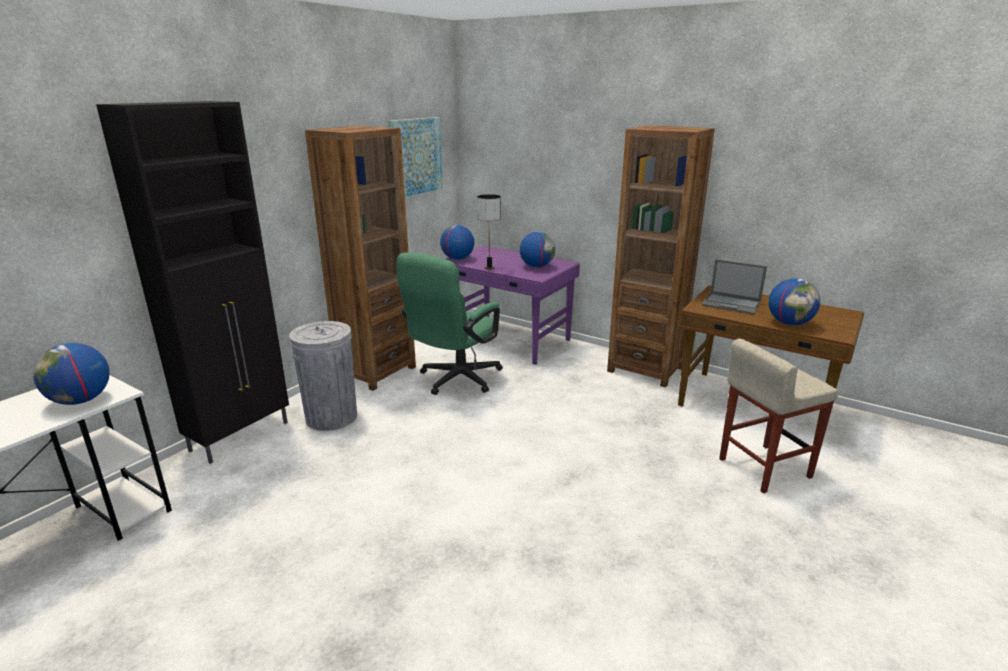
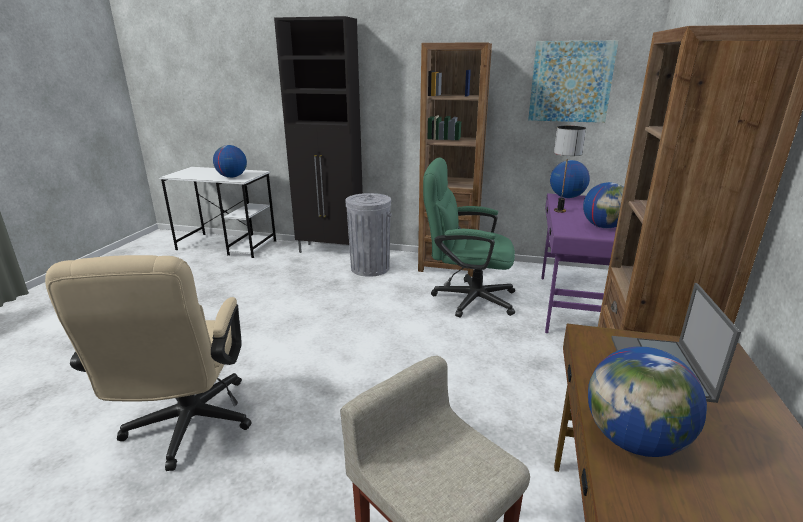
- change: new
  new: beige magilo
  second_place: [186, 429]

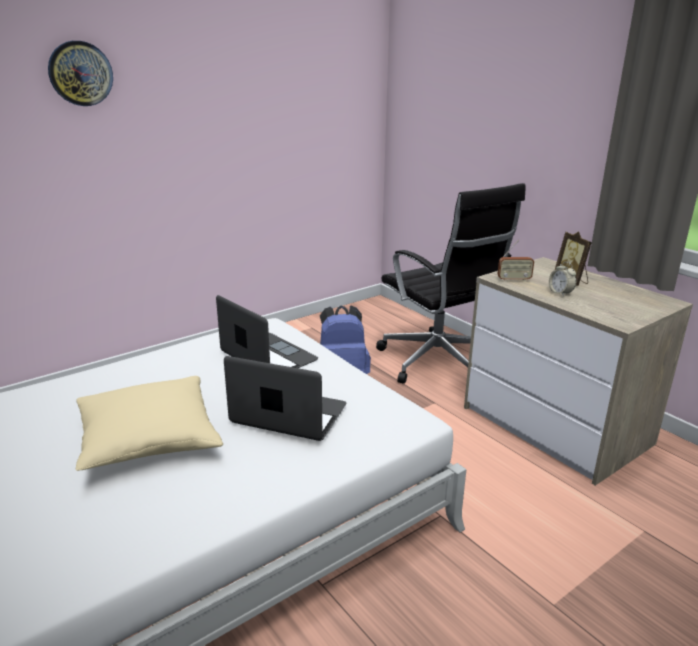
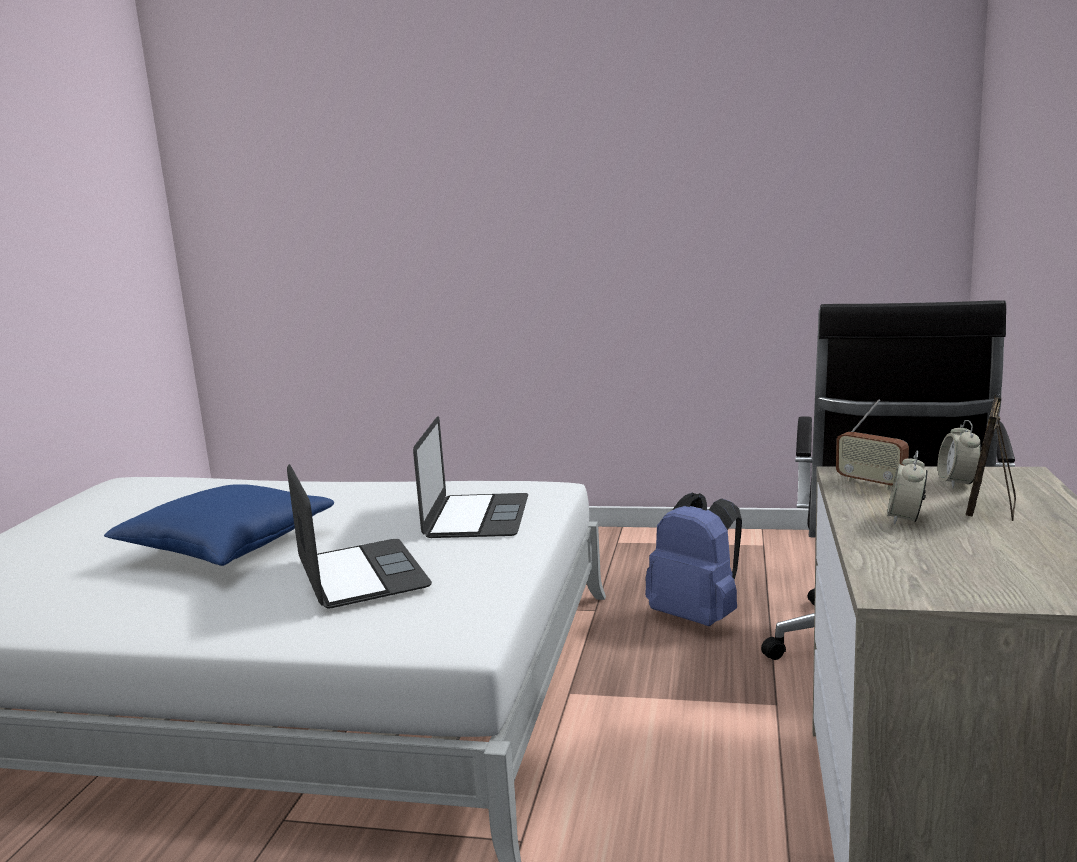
- change: gone
  old: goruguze
  first_place: [80, 73]
- change: repainted
  old: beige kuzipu
  new: blue kuzipu
  first_place: [148, 439]
  second_place: [227, 547]
- change: new
  new: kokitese
  second_place: [957, 483]

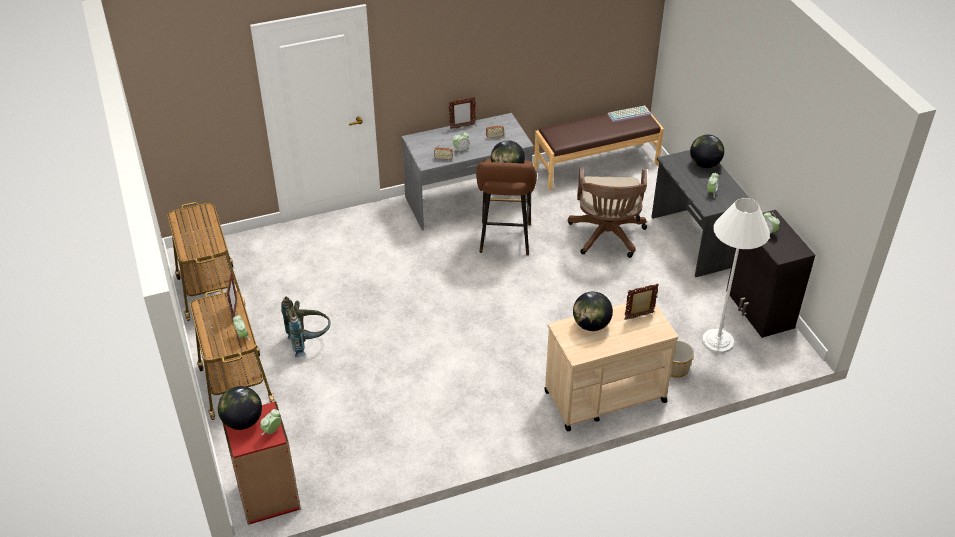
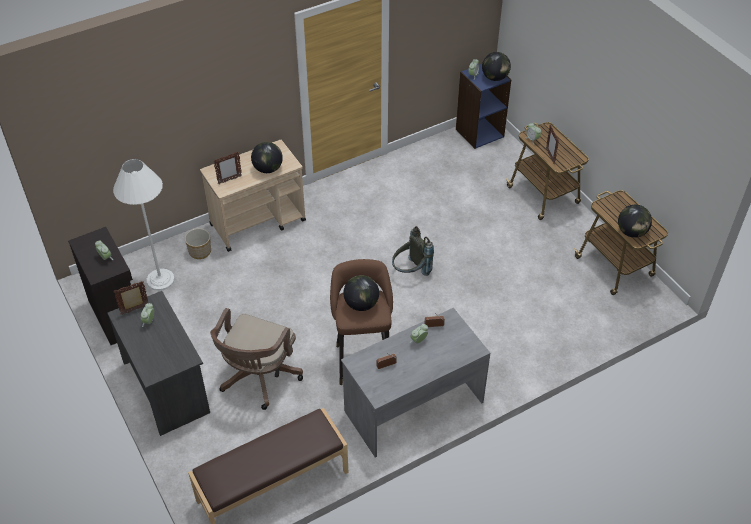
- change: repainted
  old: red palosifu
  new: blue palosifu
  first_place: [268, 497]
  second_place: [479, 132]
- change: shifted
  old: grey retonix
  first_place: [309, 341]
  second_place: [410, 272]
- change: shifted
  old: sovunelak
  first_place: [462, 126]
  second_place: [135, 310]
- change: rotated
  old: brown magilo
  first_place: [607, 237]
  second_place: [258, 378]
  degrees: -150
- change: gone
  old: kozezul
  first_place: [629, 114]
- change: shifted
  old: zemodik
  first_place: [704, 164]
  second_place: [631, 232]

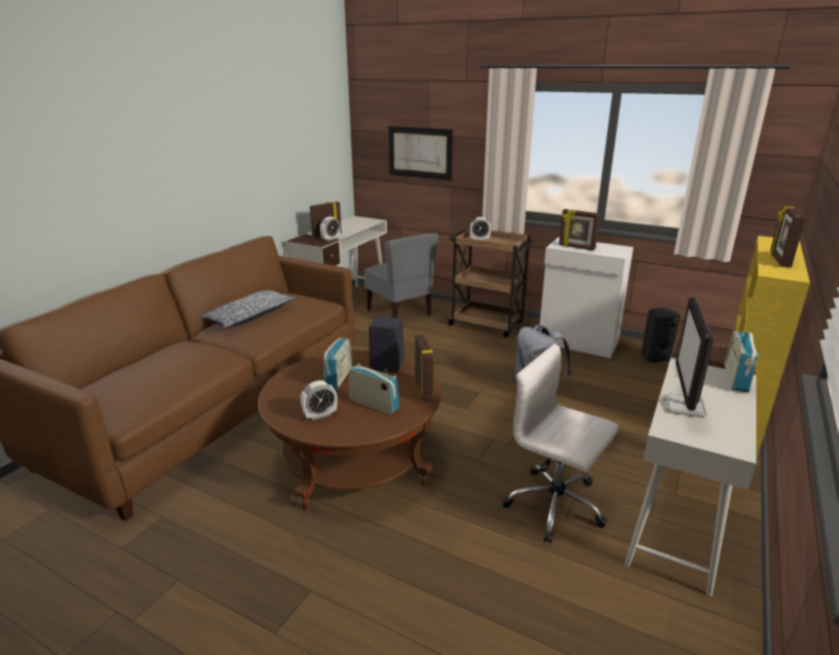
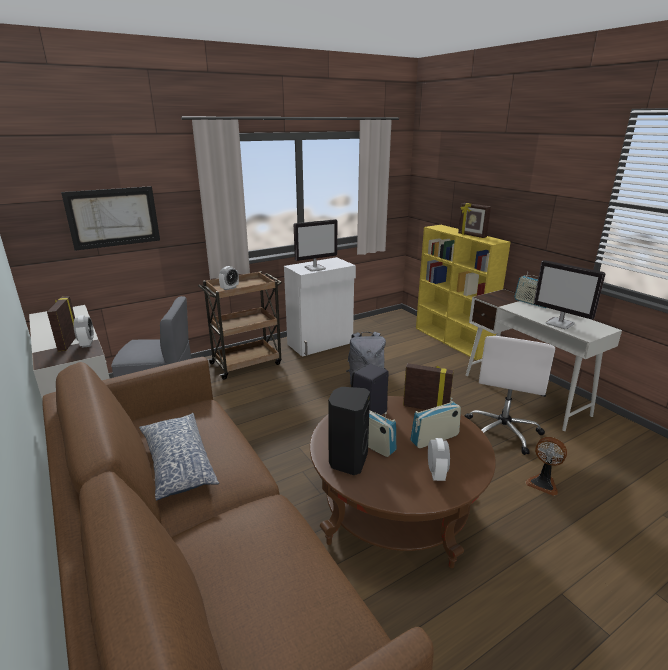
- change: rotated
  old: white magilo
  first_place: [556, 505]
  second_place: [502, 431]
  degrees: -45
- change: swapped
  old: sovunelak
  new: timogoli
  first_place: [576, 247]
  second_place: [315, 268]
- change: shifted
  old: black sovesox
  first_place: [654, 357]
  second_place: [347, 461]
- change: new
  new: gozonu
  second_place: [543, 483]

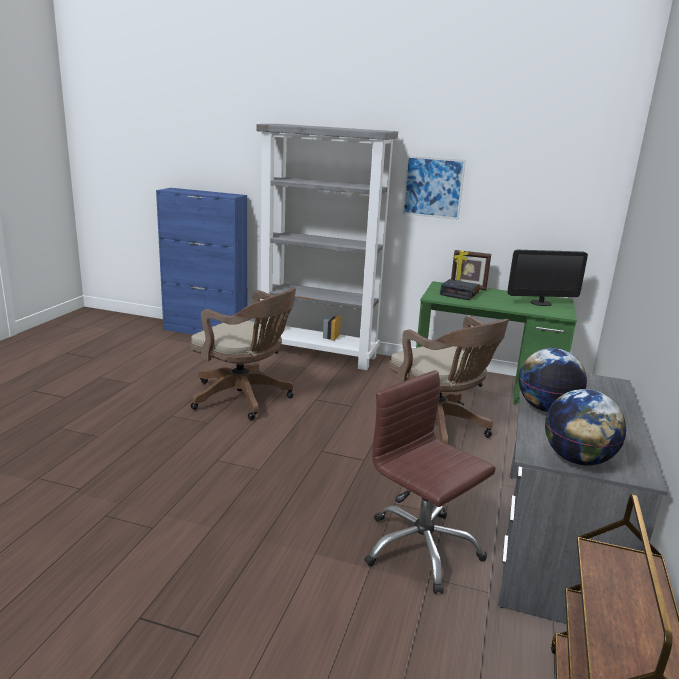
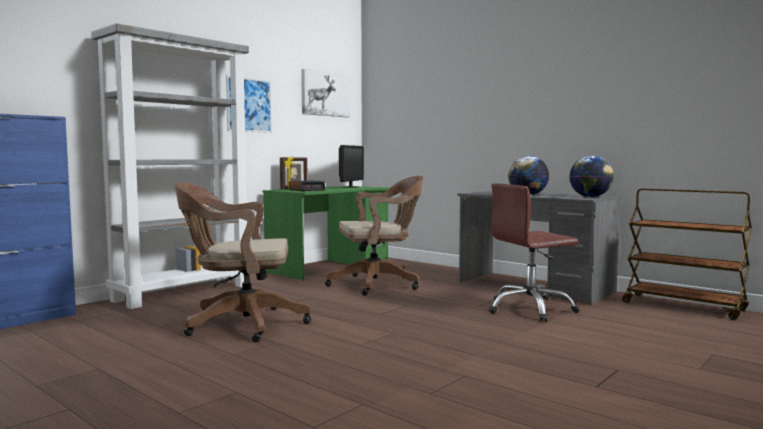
- change: rotated
  old: brown magilo
  first_place: [245, 398]
  second_place: [240, 324]
  degrees: -150
- change: new
  new: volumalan
  second_place: [325, 94]

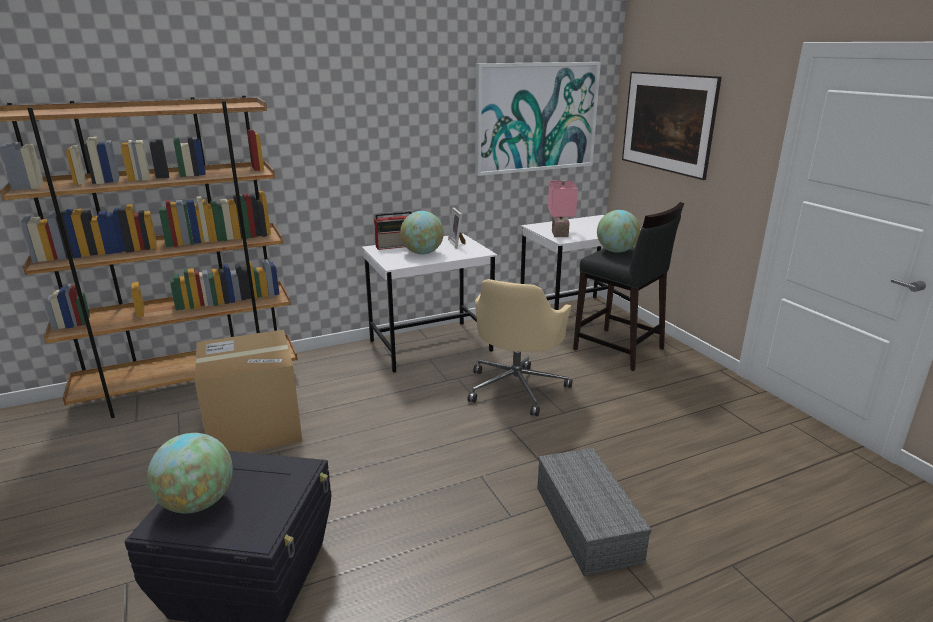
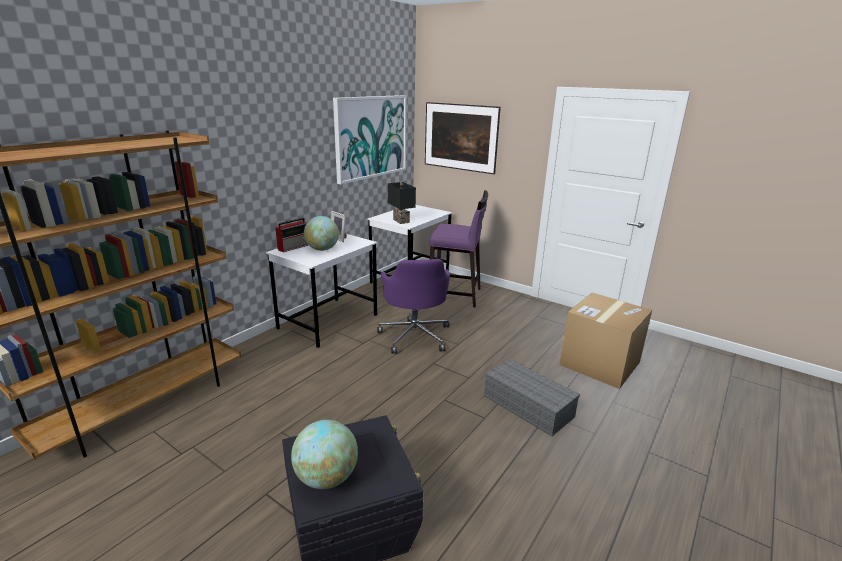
- change: shifted
  old: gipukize
  first_place: [254, 427]
  second_place: [599, 363]
- change: repainted
  old: beige magilo
  new: purple magilo
  first_place: [517, 387]
  second_place: [415, 335]
- change: repainted
  old: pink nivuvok
  new: black nivuvok
  first_place: [561, 234]
  second_place: [402, 221]
- change: repainted
  old: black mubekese
  new: purple mubekese
  first_place: [619, 349]
  second_place: [455, 295]
- change: gone
  old: zemodik
  first_place: [616, 251]

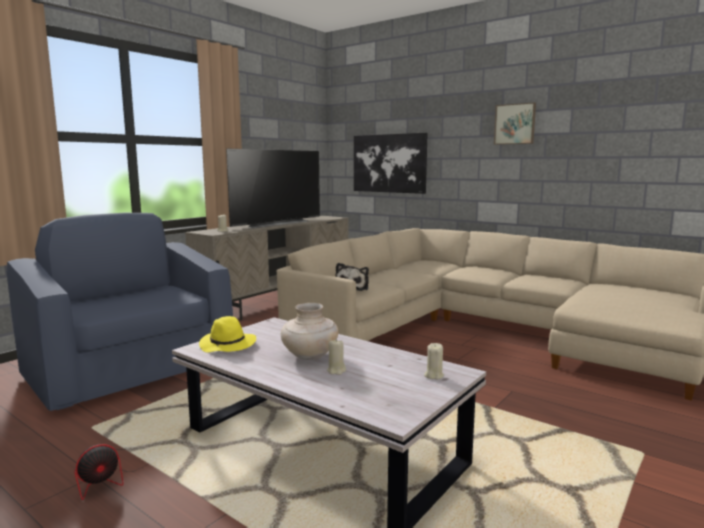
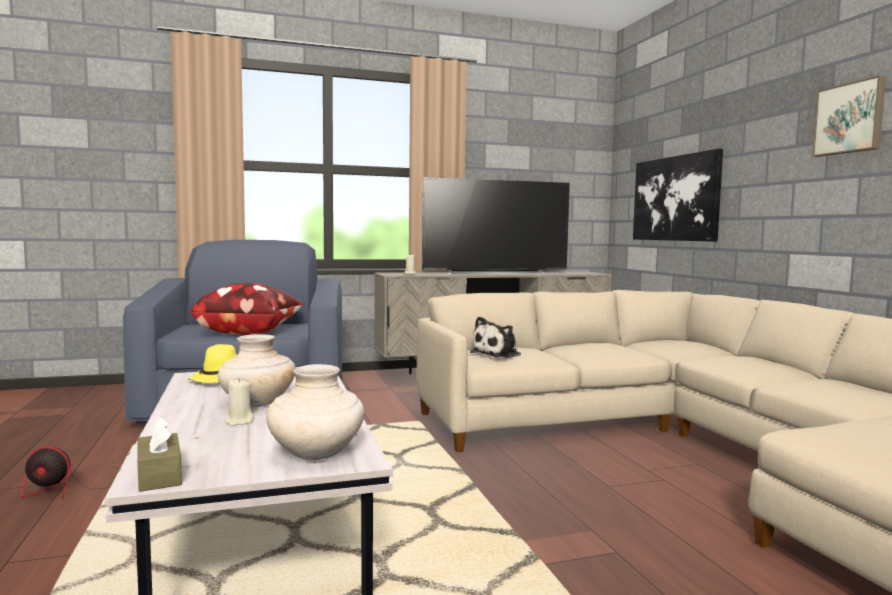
- change: swapped
  old: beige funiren
  new: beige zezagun
  first_place: [433, 375]
  second_place: [316, 454]
- change: new
  new: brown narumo
  second_place: [159, 475]
- change: new
  new: kuzipu
  second_place: [248, 333]

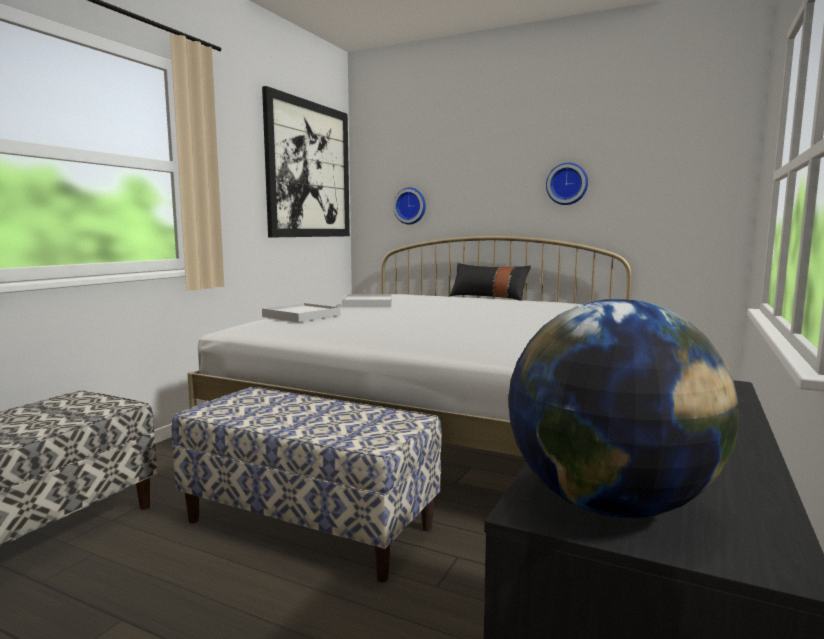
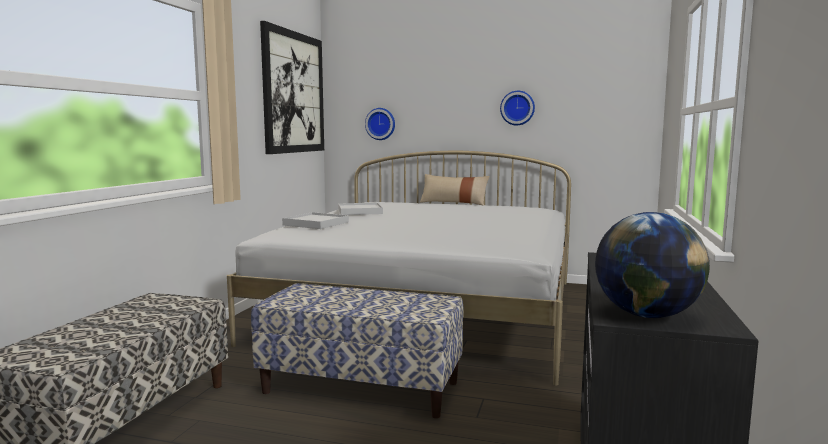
- change: repainted
  old: black kuzipu
  new: beige kuzipu
  first_place: [488, 297]
  second_place: [453, 203]

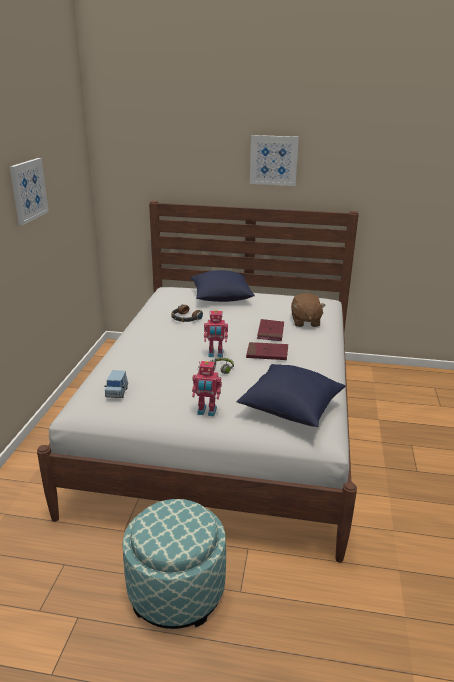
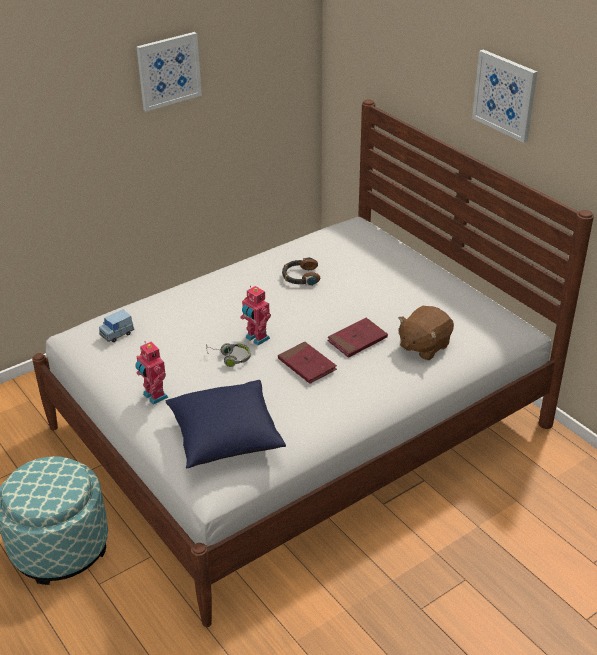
- change: gone
  old: blue kuzipu
  first_place: [221, 298]

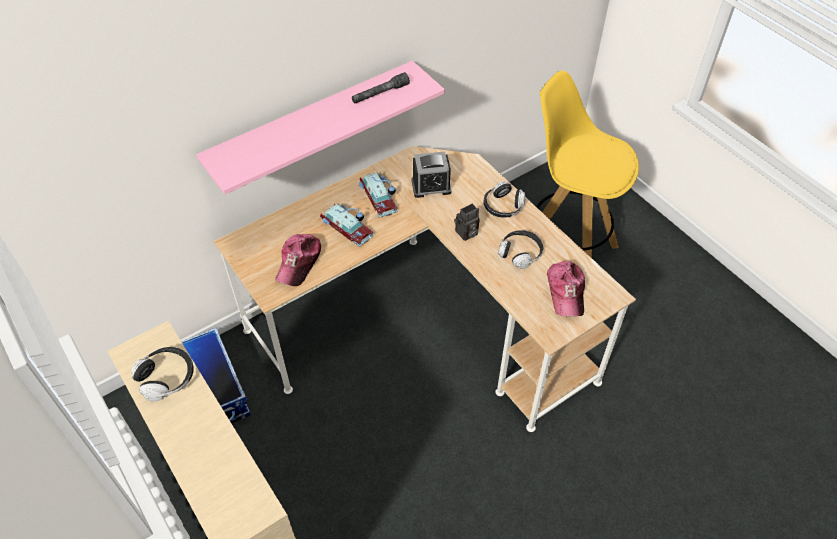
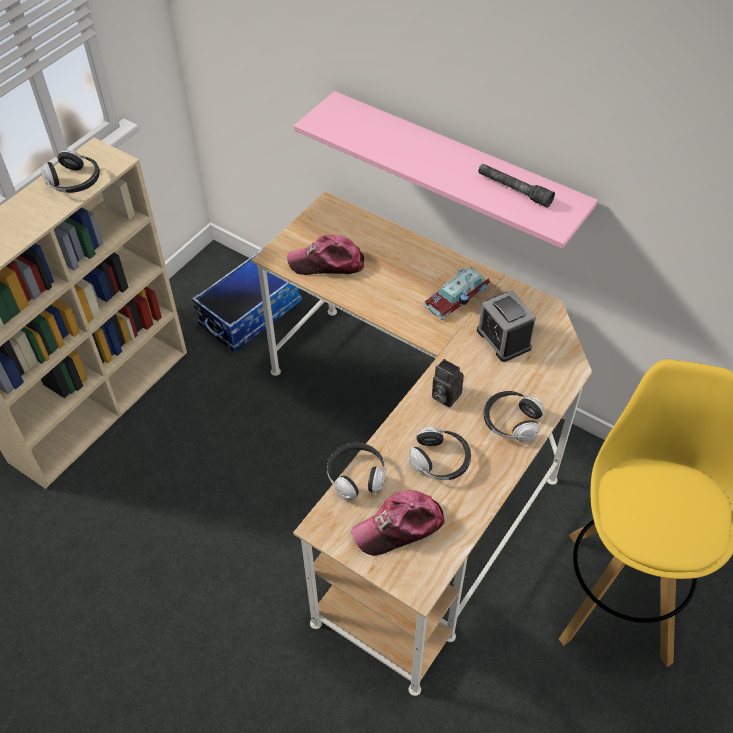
- change: gone
  old: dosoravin
  first_place: [347, 226]
- change: new
  new: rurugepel
  second_place: [356, 476]

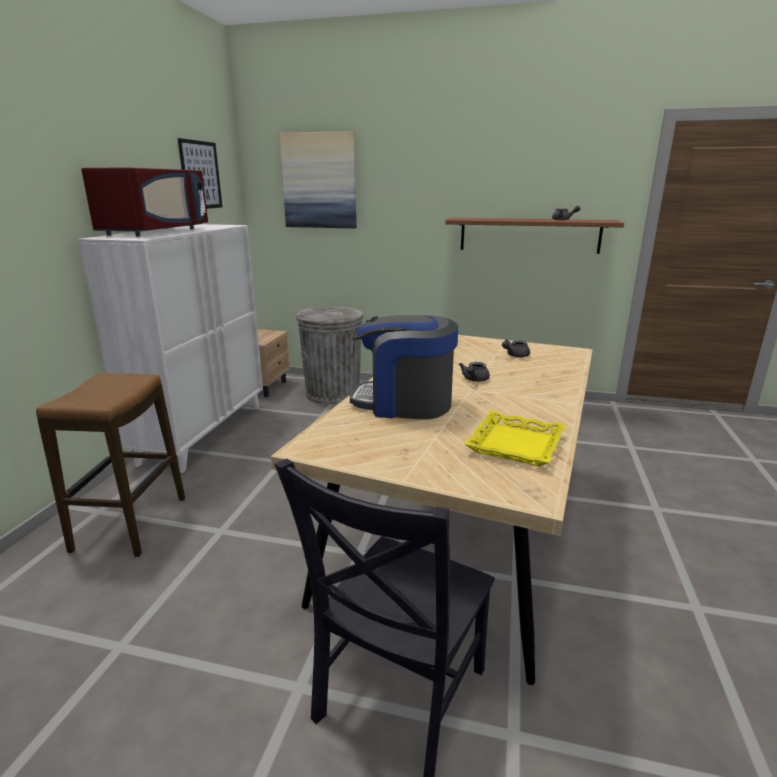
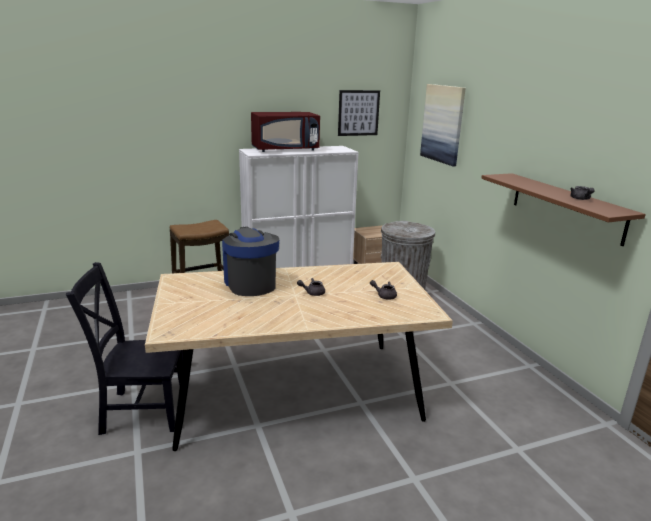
- change: gone
  old: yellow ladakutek
  first_place: [516, 445]

